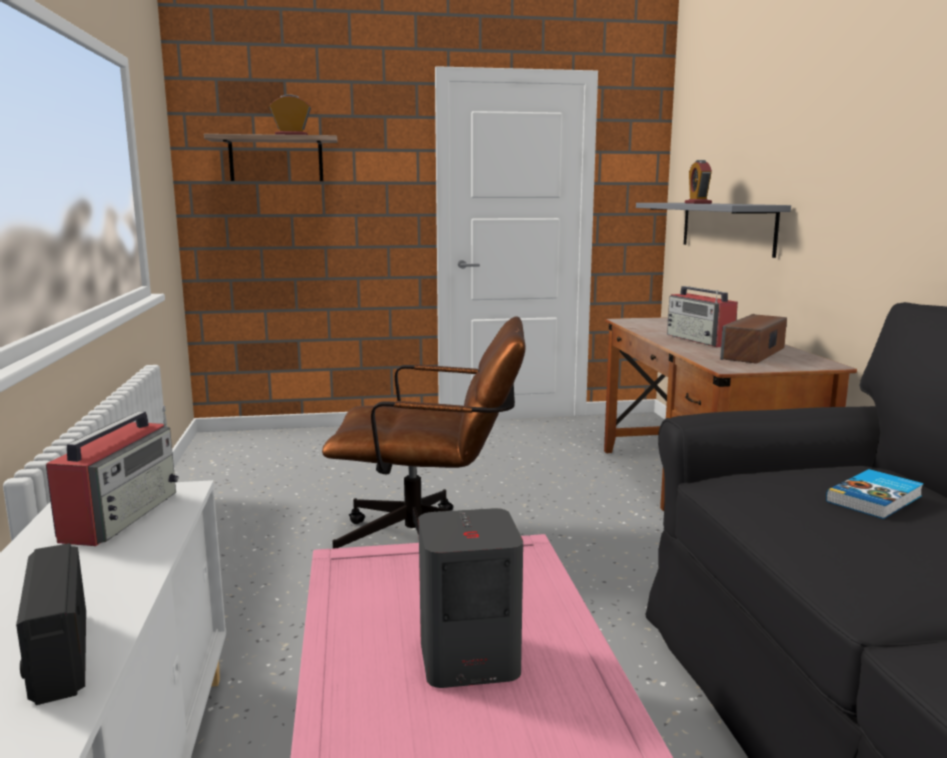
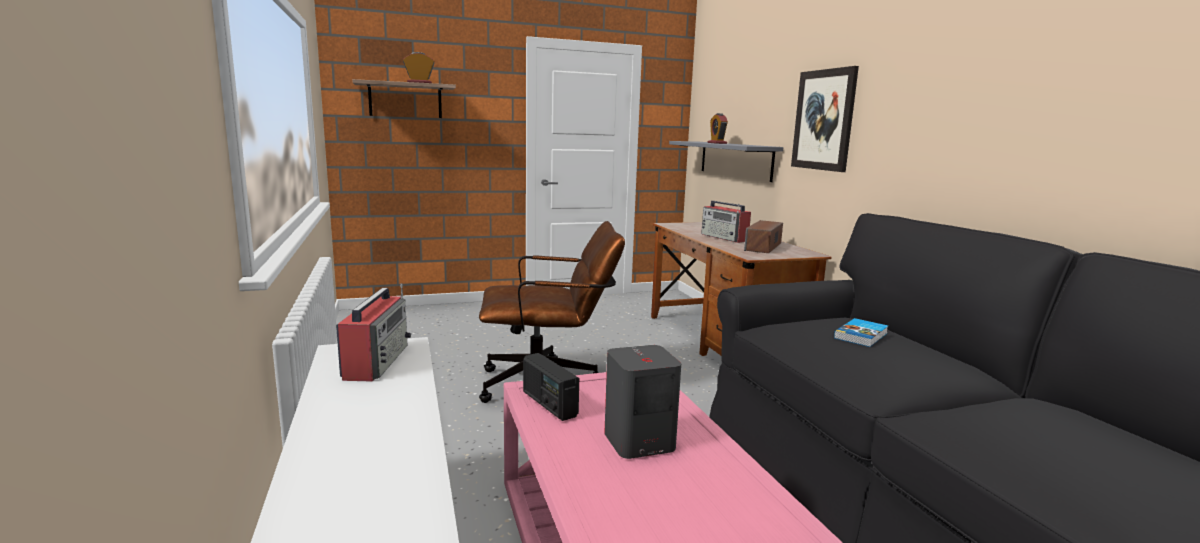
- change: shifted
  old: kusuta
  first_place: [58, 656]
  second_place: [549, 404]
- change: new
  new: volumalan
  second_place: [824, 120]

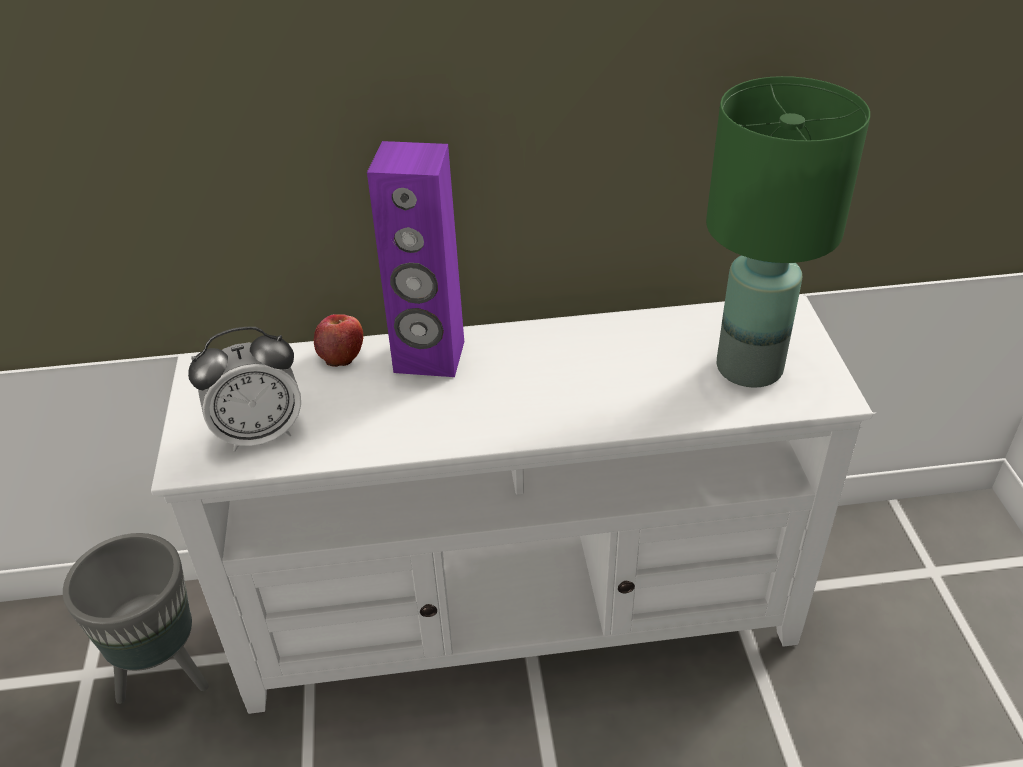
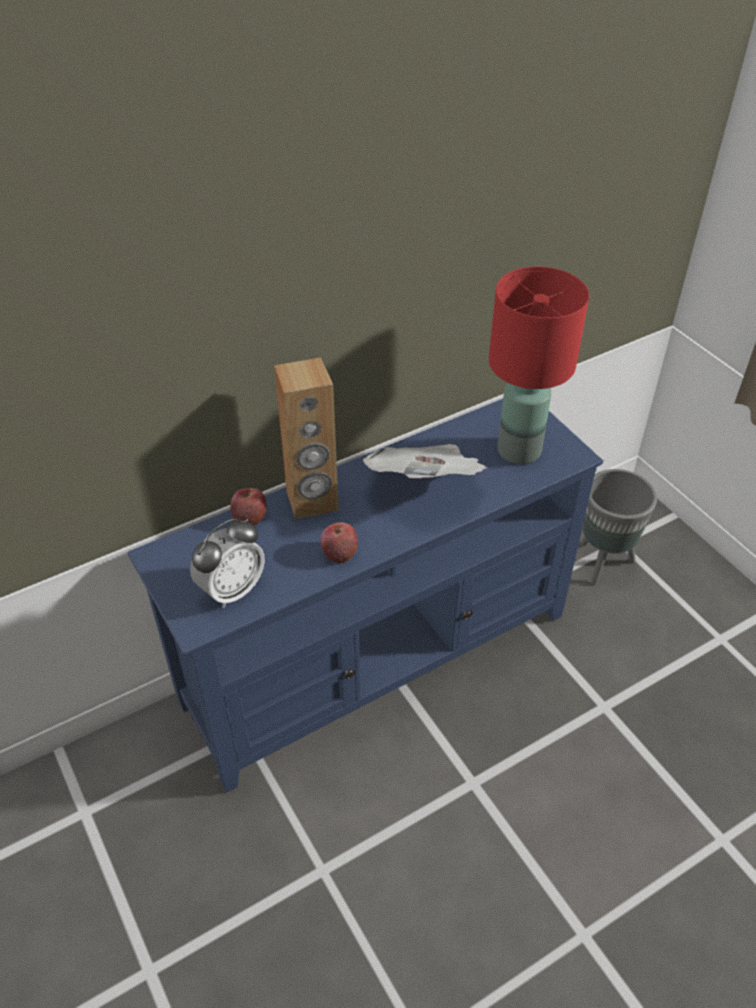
- change: shifted
  old: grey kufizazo
  first_place: [166, 673]
  second_place: [603, 562]
- change: repainted
  old: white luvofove
  new: blue luvofove
  first_place: [518, 613]
  second_place: [377, 658]
- change: repainted
  old: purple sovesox
  new: brown sovesox
  first_place: [429, 357]
  second_place: [312, 501]
- change: repainted
  old: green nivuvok
  new: red nivuvok
  first_place: [750, 366]
  second_place: [519, 449]
- change: new
  new: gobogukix
  second_place: [339, 552]
- change: new
  new: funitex
  second_place: [425, 484]

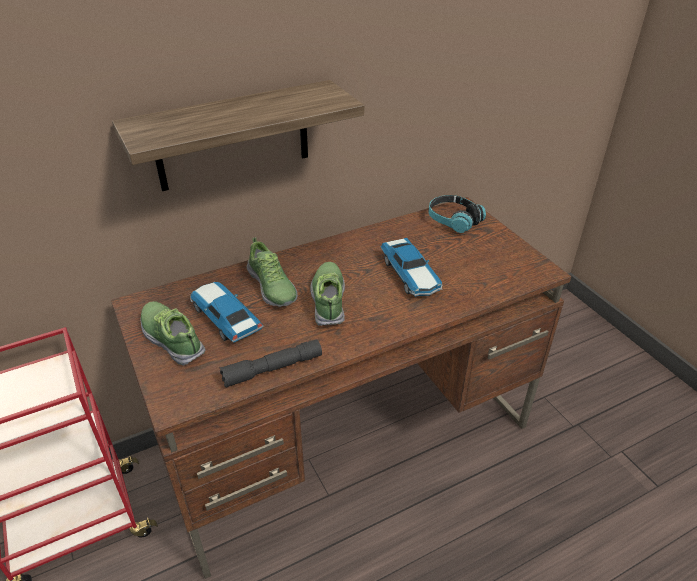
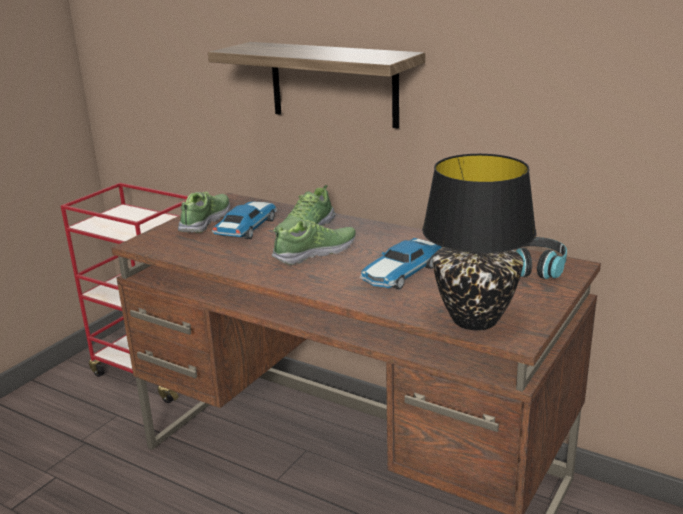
- change: gone
  old: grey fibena
  first_place: [272, 369]
- change: new
  new: black nivuvok
  second_place: [473, 320]

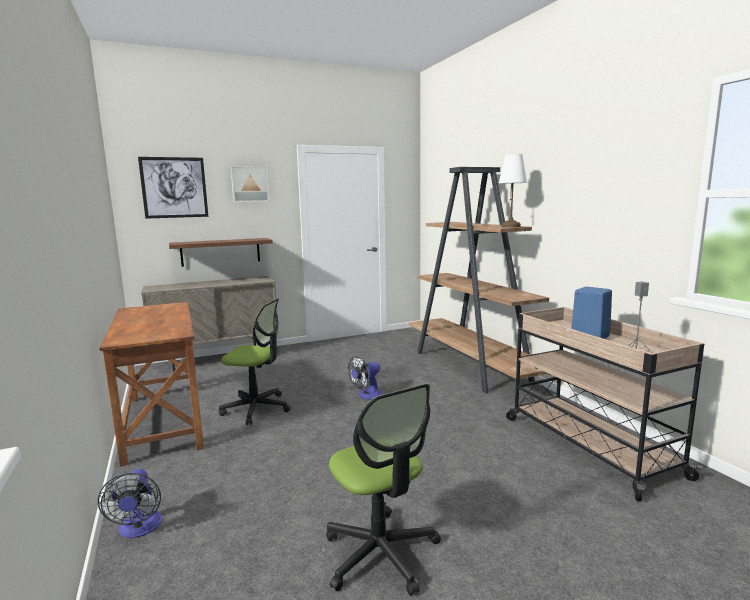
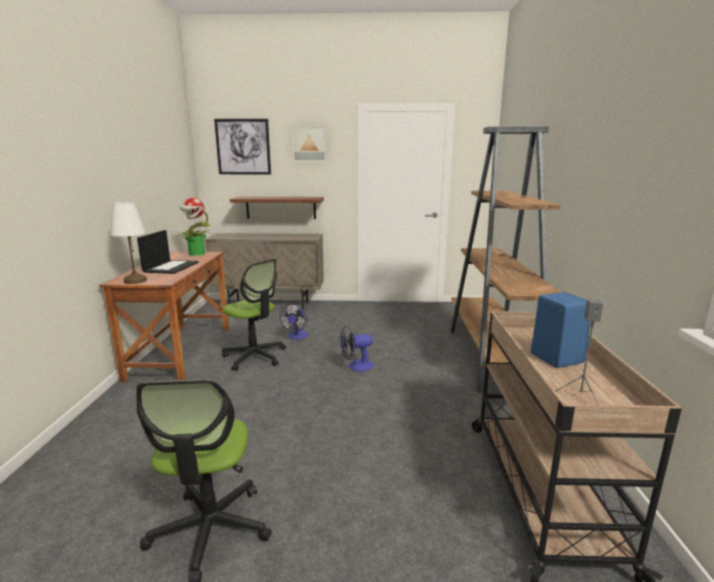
- change: shifted
  old: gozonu
  first_place: [139, 529]
  second_place: [296, 337]
- change: shifted
  old: white nivuvok
  first_place: [511, 226]
  second_place: [135, 281]
- change: new
  new: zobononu
  second_place: [171, 267]
- change: new
  new: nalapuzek
  second_place: [196, 254]

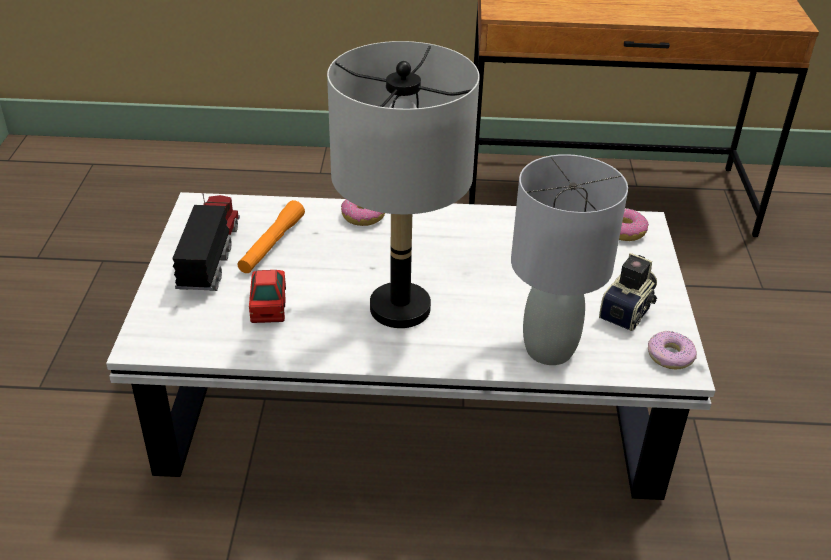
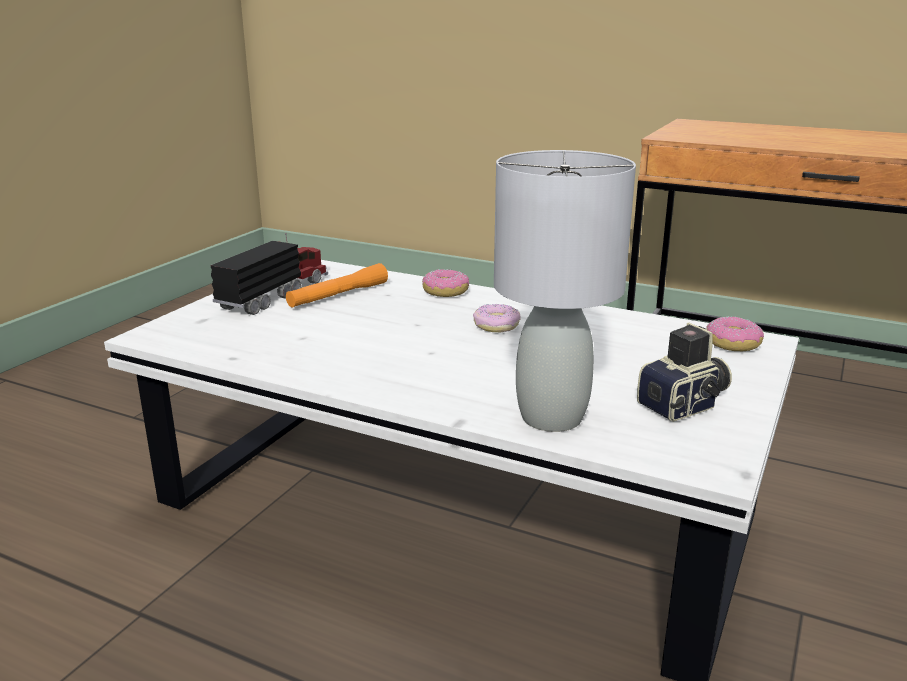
- change: gone
  old: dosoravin
  first_place: [269, 305]
- change: gone
  old: grey nivuvok
  first_place: [399, 308]
- change: shifted
  old: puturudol
  first_place: [670, 356]
  second_place: [496, 325]

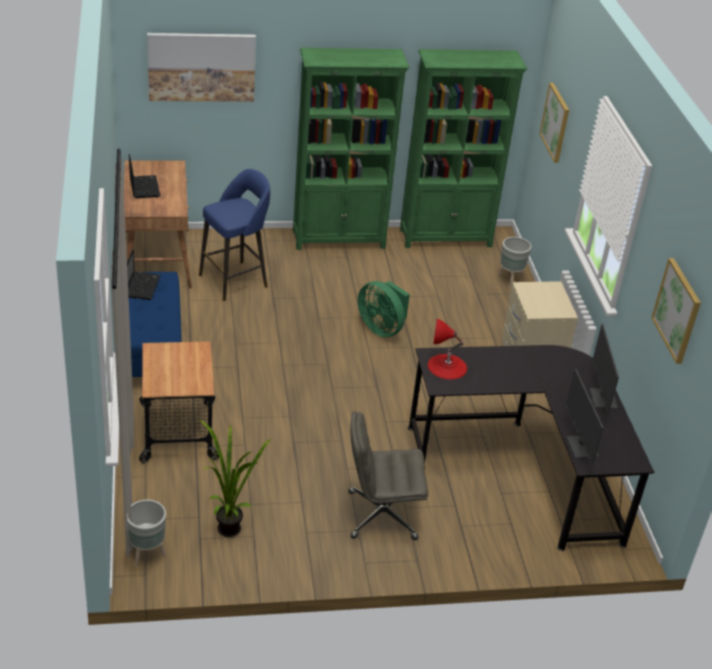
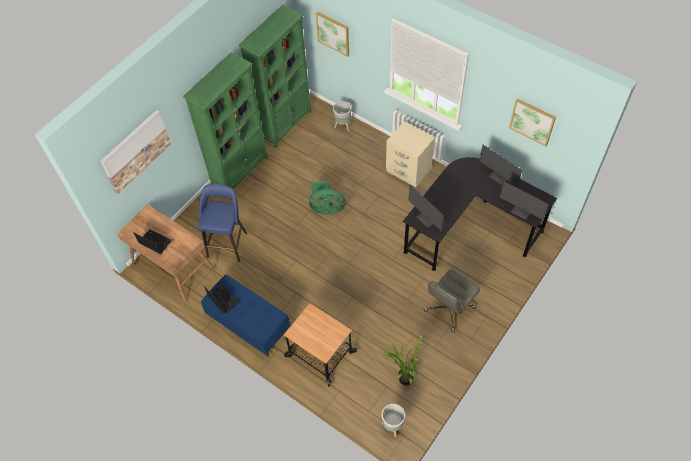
- change: swapped
  old: red nivuvok
  new: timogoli
  first_place: [447, 366]
  second_place: [426, 219]

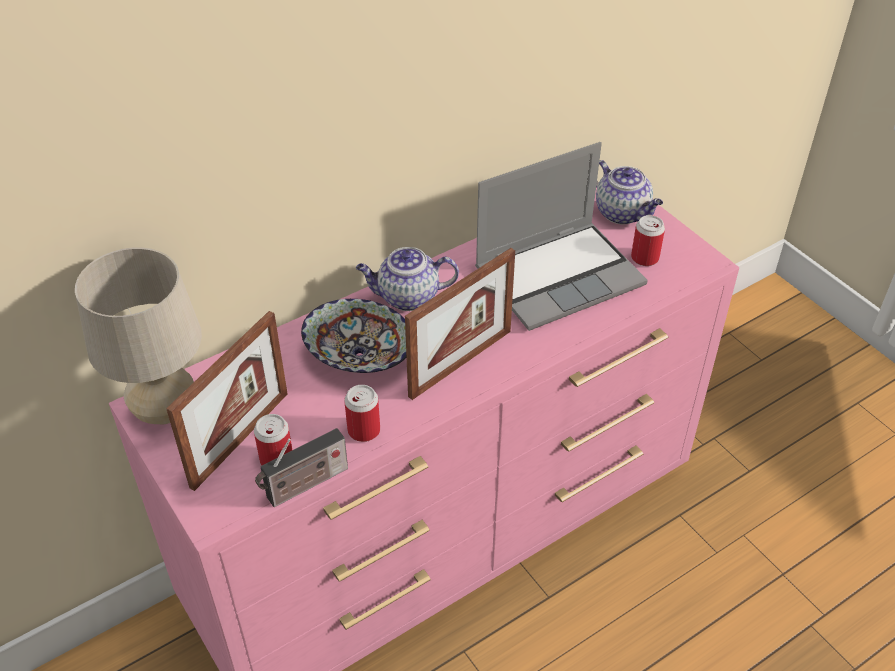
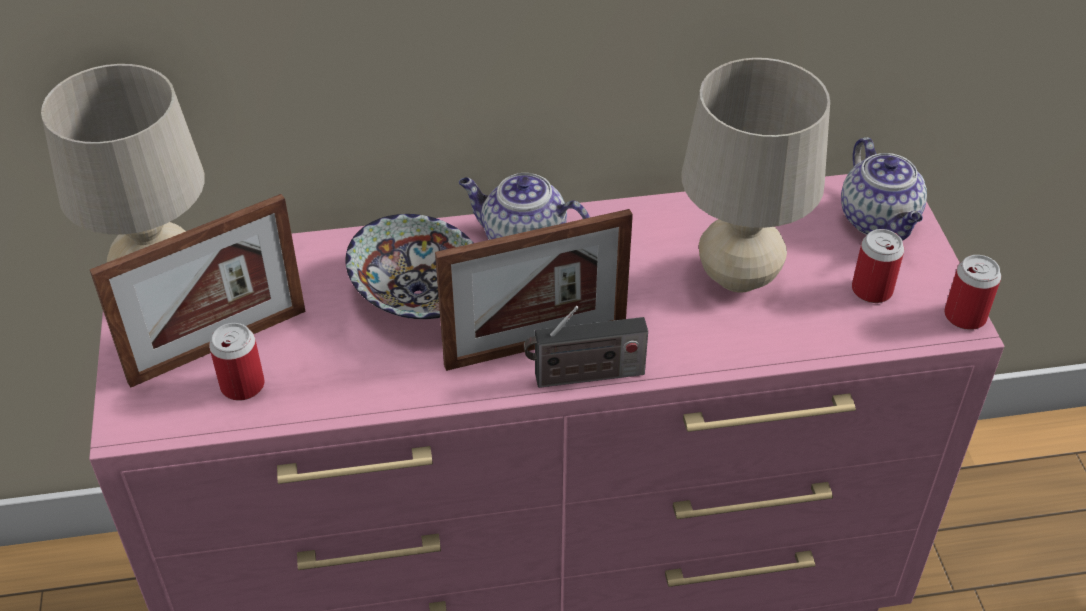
- change: shifted
  old: kusuta
  first_place: [304, 486]
  second_place: [584, 376]
- change: shifted
  old: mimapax
  first_place: [364, 430]
  second_place: [965, 316]
- change: swapped
  old: zobononu
  new: beige nivuvok
  first_place: [560, 275]
  second_place: [738, 276]

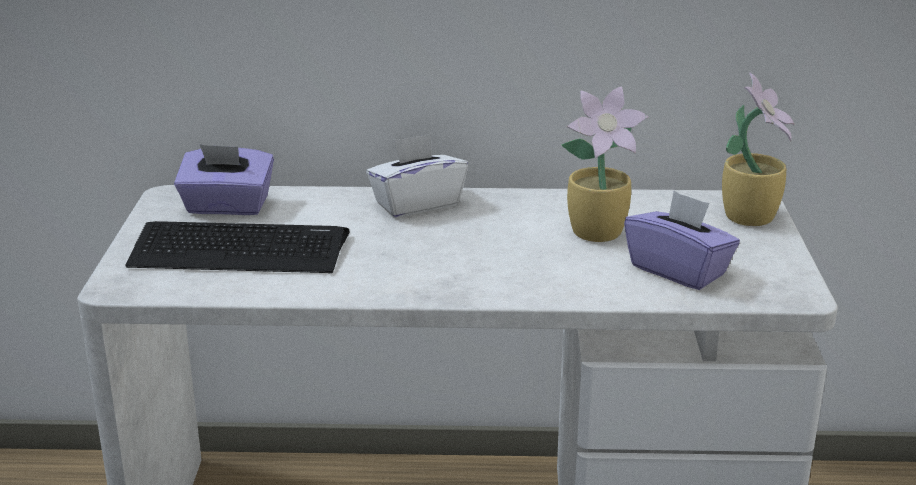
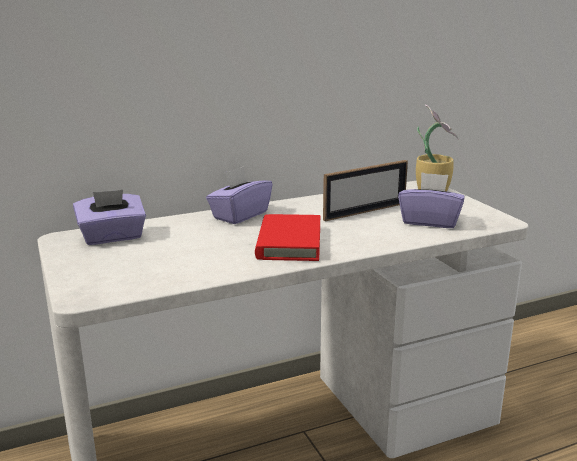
- change: gone
  old: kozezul
  first_place: [239, 250]
- change: repainted
  old: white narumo
  new: purple narumo
  first_place: [416, 204]
  second_place: [240, 215]
- change: swapped
  old: nalapuzek
  new: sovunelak
  first_place: [600, 233]
  second_place: [365, 211]
- change: new
  new: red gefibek
  second_place: [289, 242]

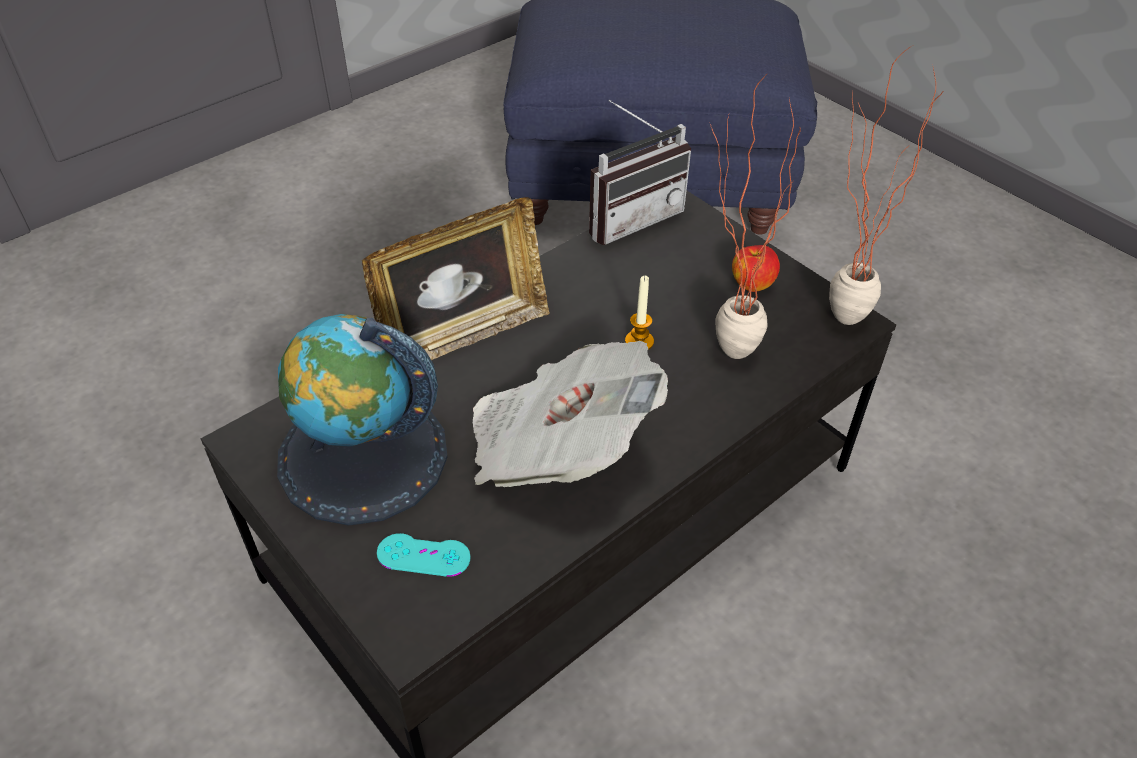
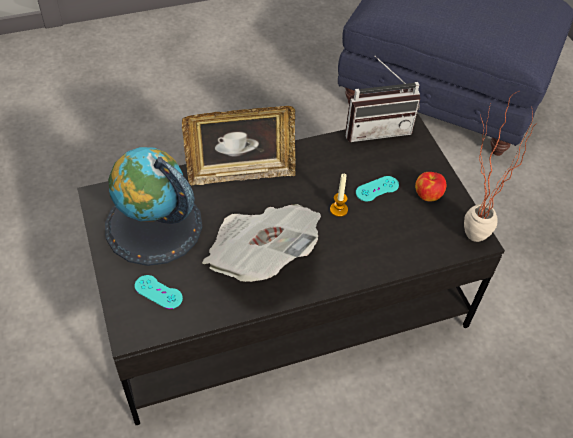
- change: gone
  old: nalapuzek
  first_place: [720, 348]
- change: new
  new: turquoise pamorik
  second_place: [377, 189]

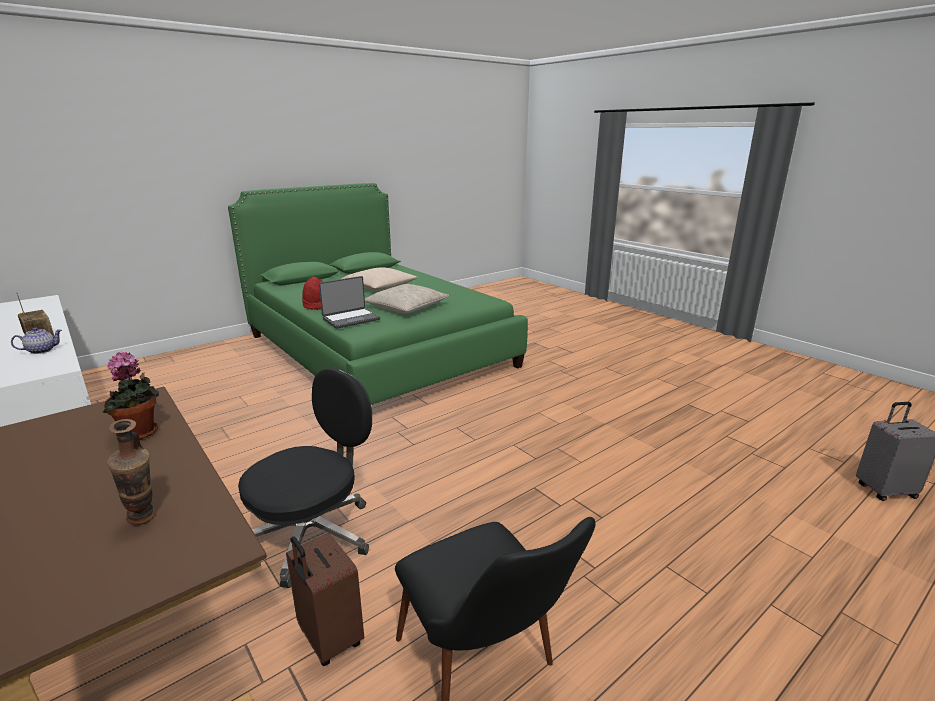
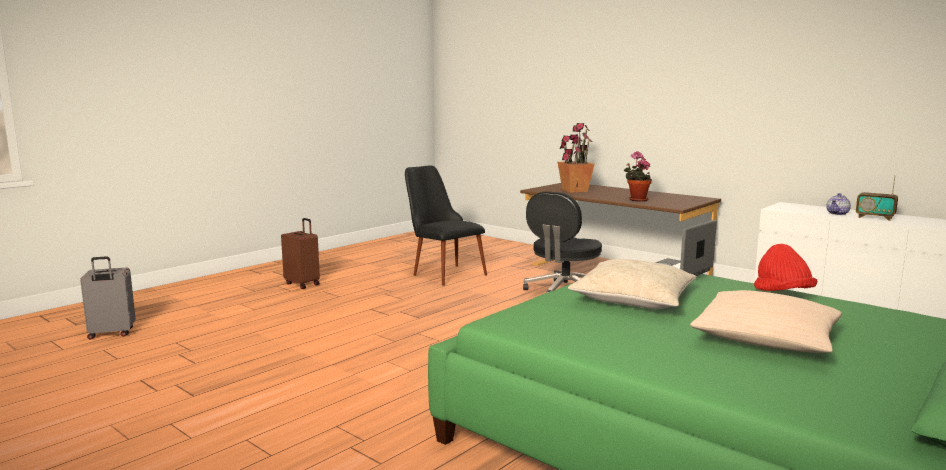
- change: swapped
  old: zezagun
  new: nalapuzek
  first_place: [145, 521]
  second_place: [574, 190]
- change: shifted
  old: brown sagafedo
  first_place: [328, 639]
  second_place: [303, 284]

